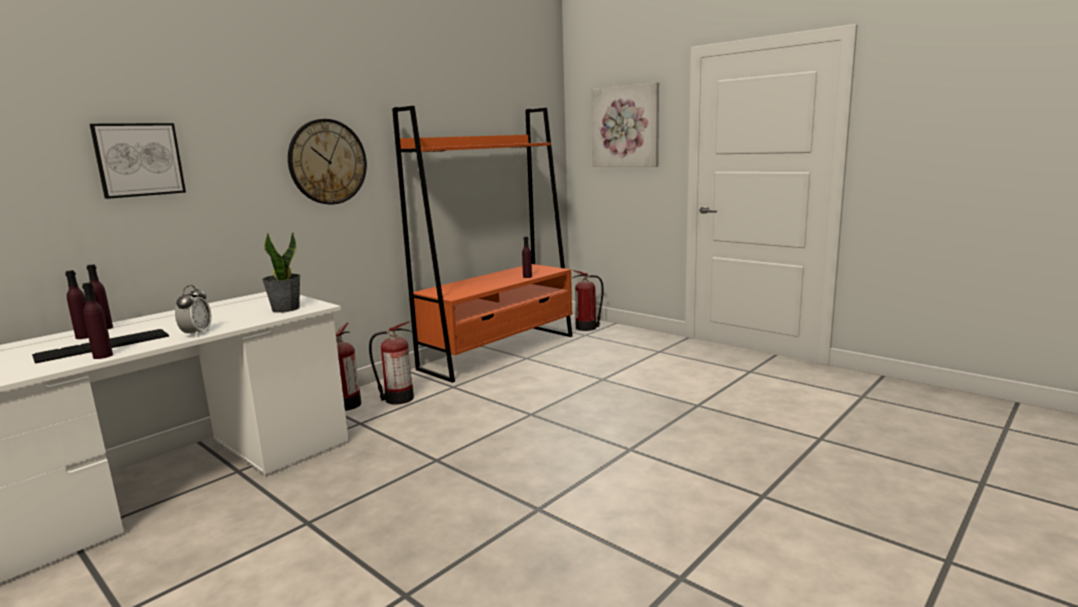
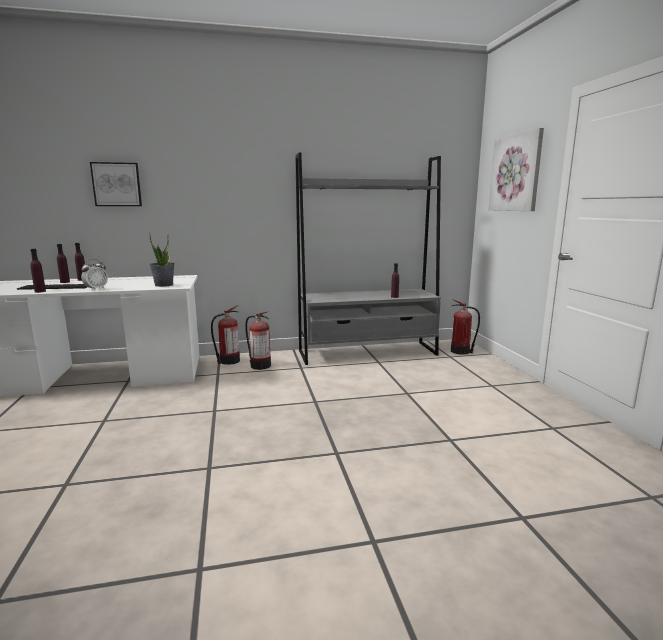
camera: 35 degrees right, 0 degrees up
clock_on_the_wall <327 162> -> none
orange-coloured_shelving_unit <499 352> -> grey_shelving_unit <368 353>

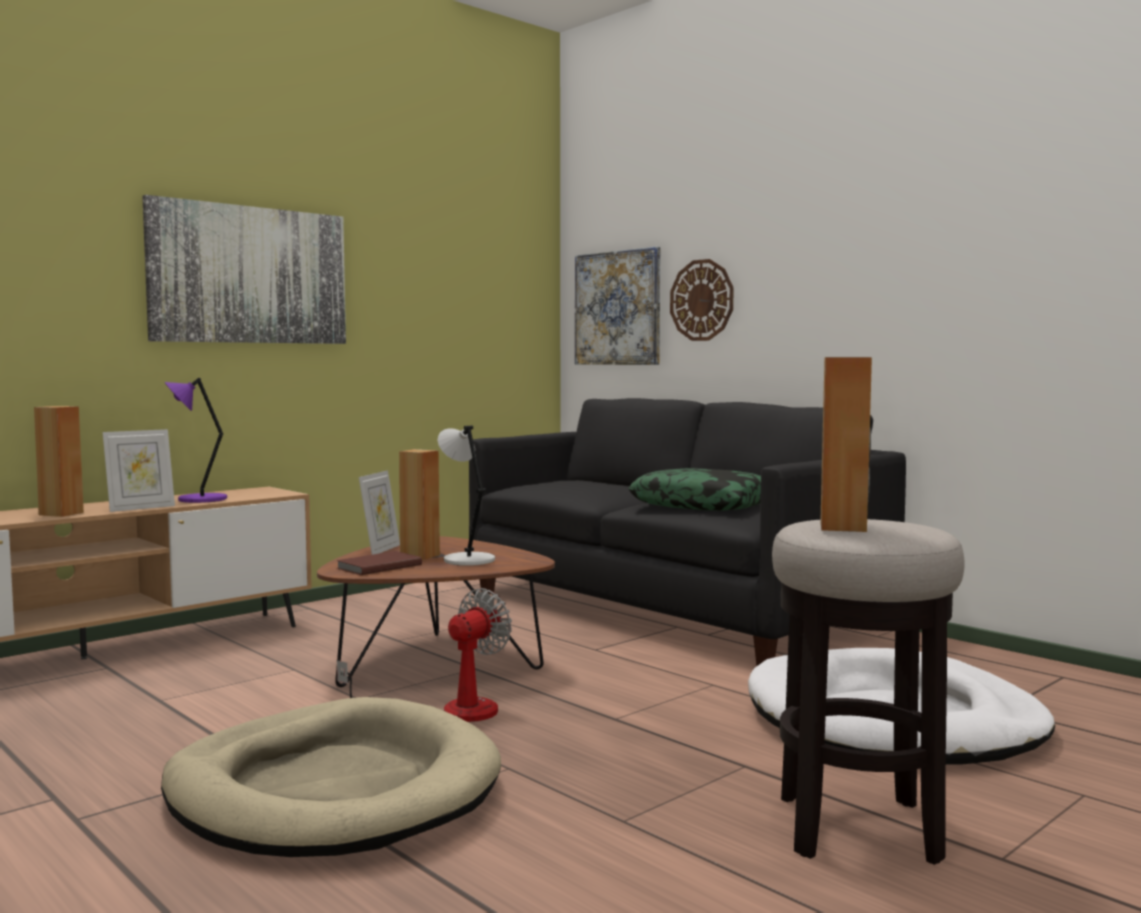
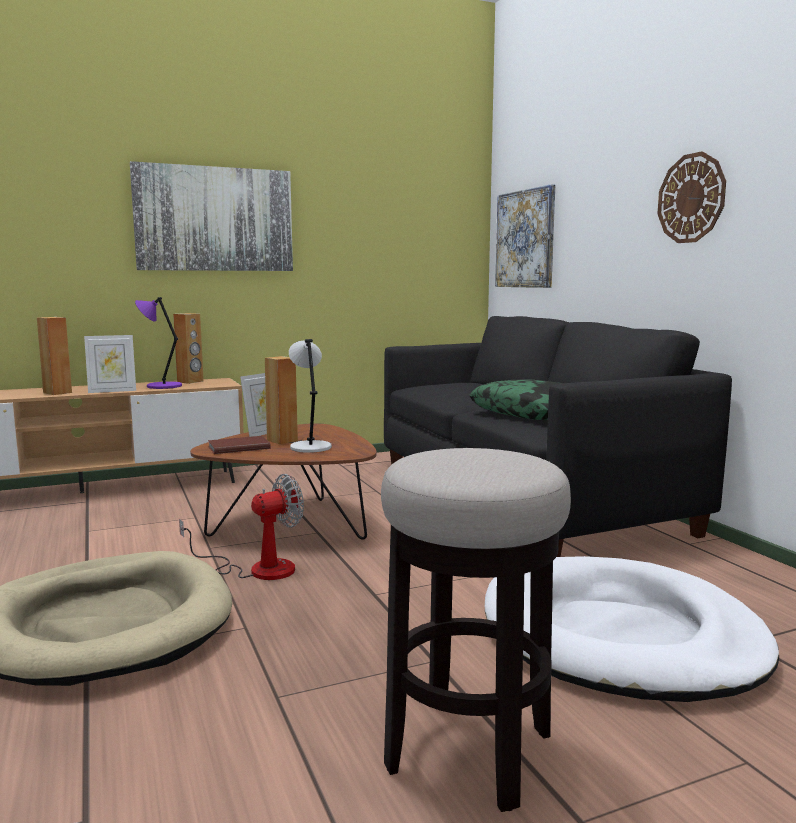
camera: 20 degrees right, 5 degrees up
clock_on_the_wall <702 300> -> clock_on_the_wall <691 198>, shifted
brown-coloured_speaker <844 527> -> brown-coloured_speaker <190 381>, shifted

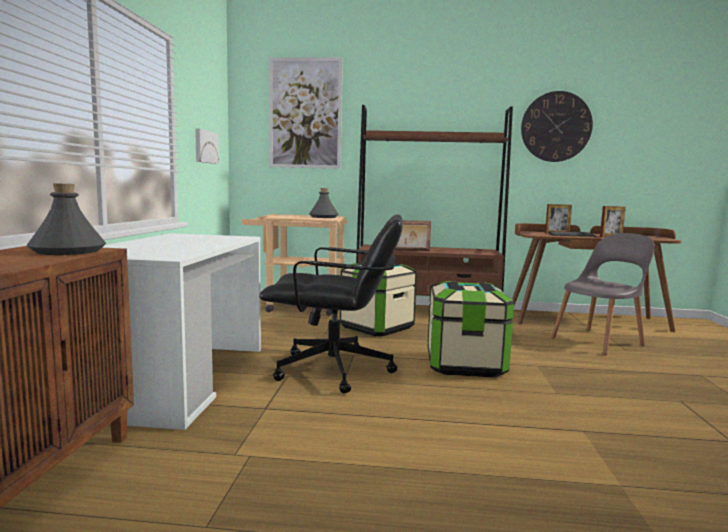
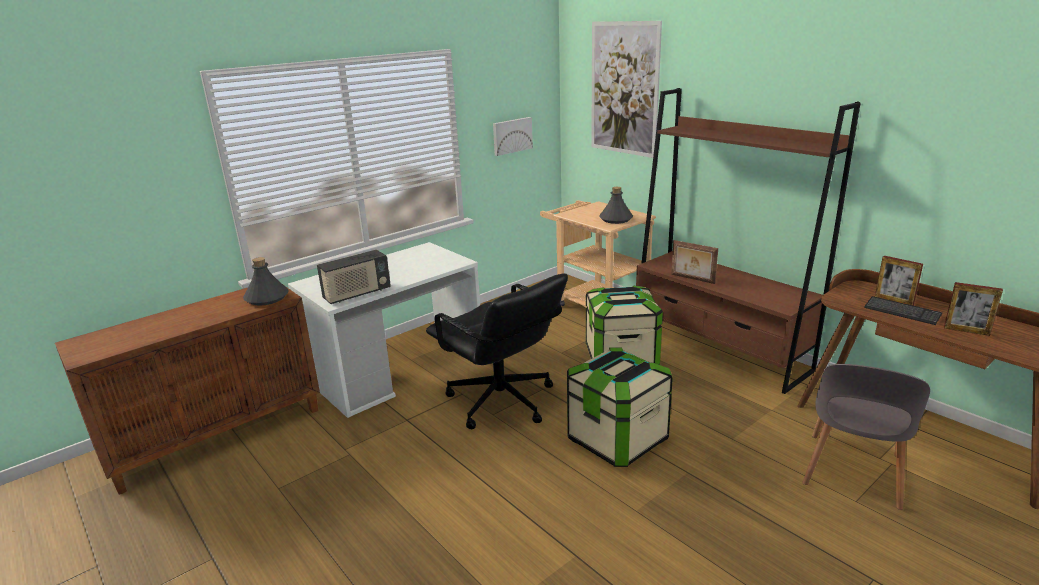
camera: 45 degrees right, 15 degrees up
clock_on_the_wall <556 126> -> none
none -> radio <357 294>
grey_chair <599 341> -> grey_chair <852 473>, 105 degrees clockwise

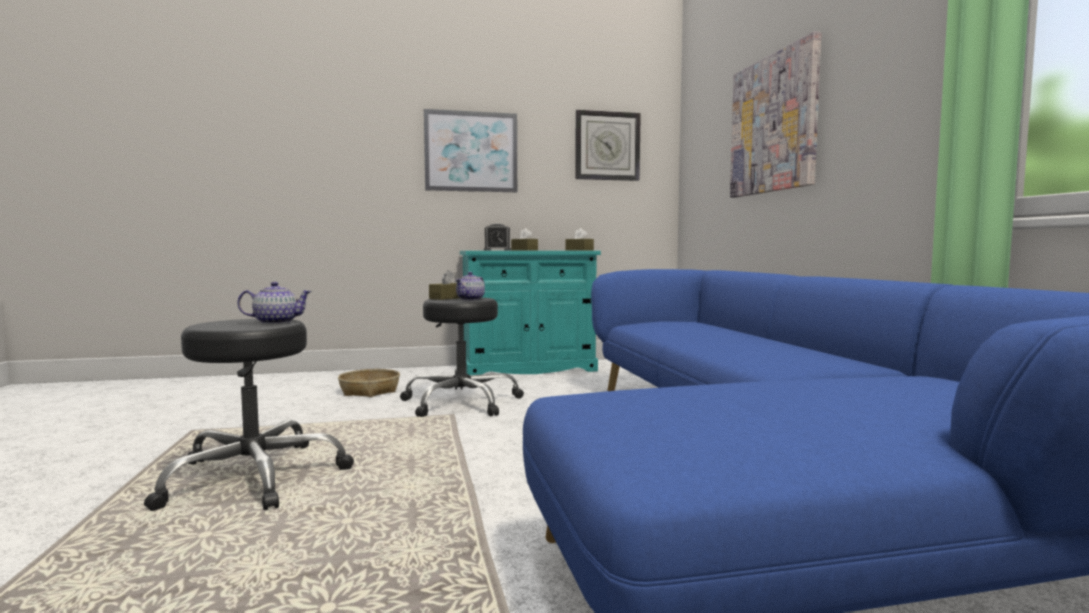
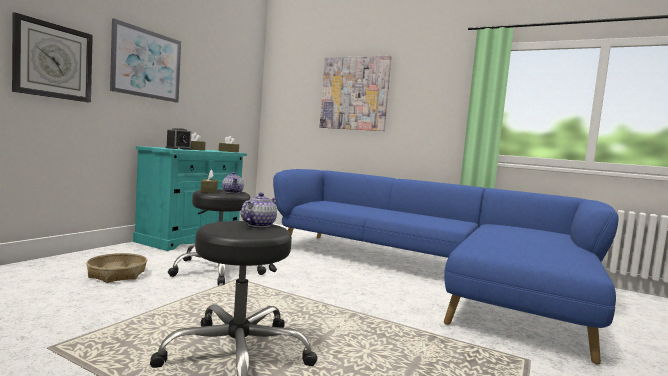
camera: 50 degrees left, 0 degrees up
clock_on_the_wall <607 146> -> clock_on_the_wall <53 61>, shifted

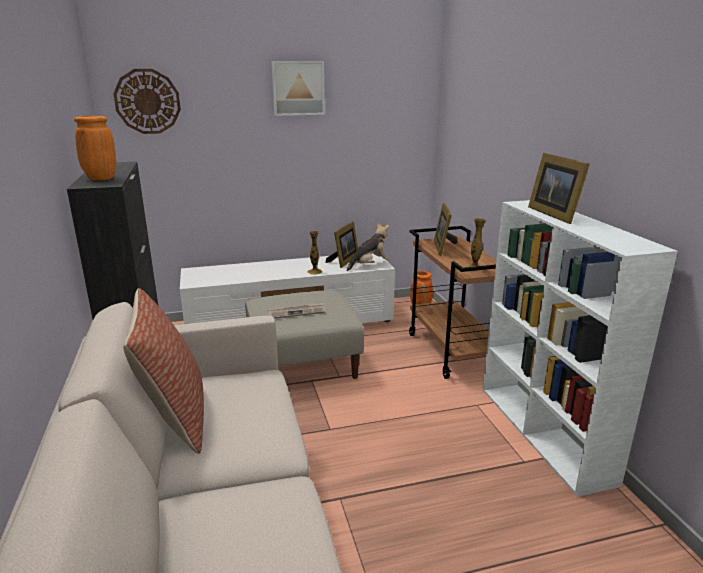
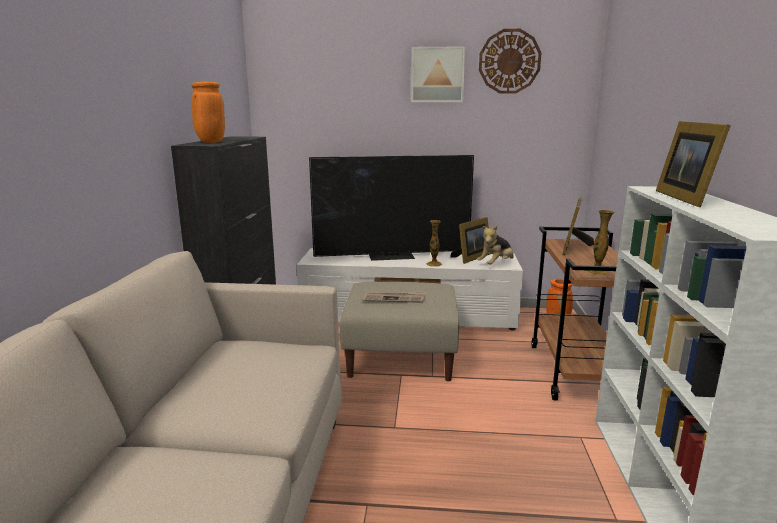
camera: 20 degrees right, 5 degrees down
throw_pillow <175 417> -> none
none -> TV_set <392 256>
clock_on_the_wall <147 101> -> clock_on_the_wall <509 61>, shifted
soft_toy <369 265> -> soft_toy <496 264>, 150 degrees clockwise

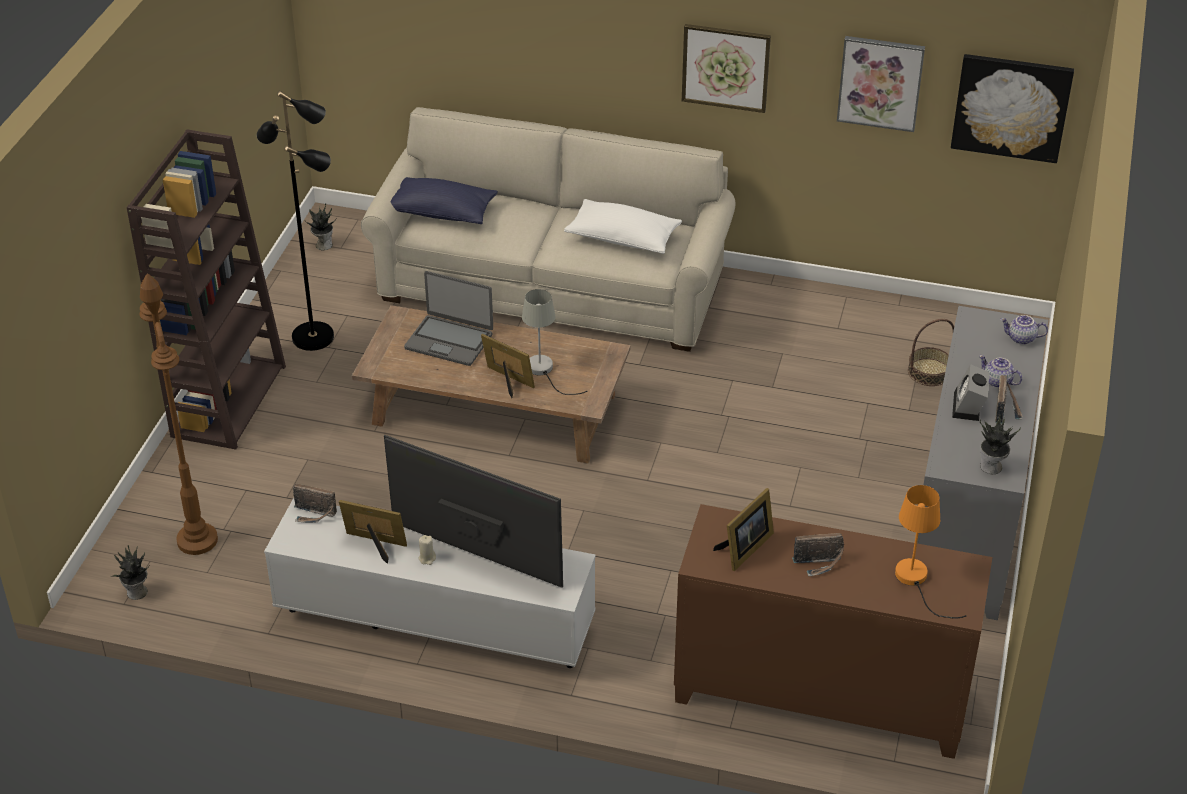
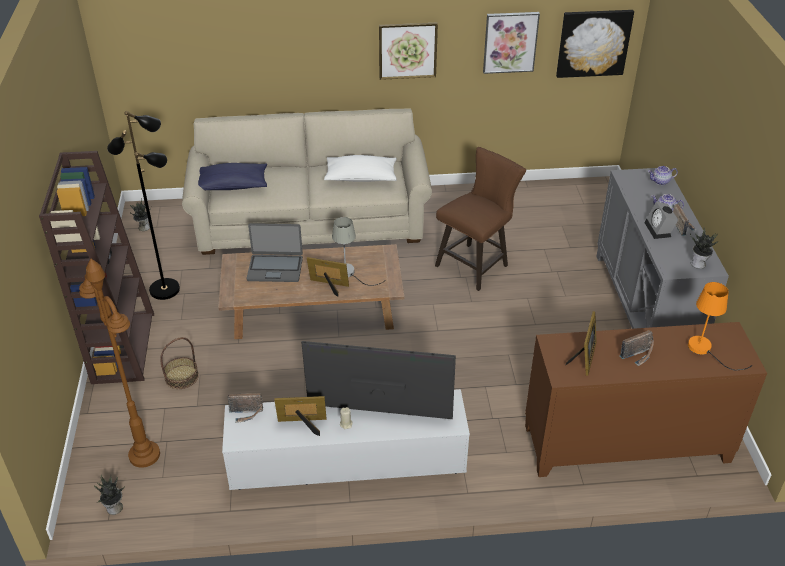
camera: 20 degrees left, 0 degrees up
none -> brown-coloured_sitting_stool <475 264>
household_basket <929 372> -> household_basket <181 377>, shifted

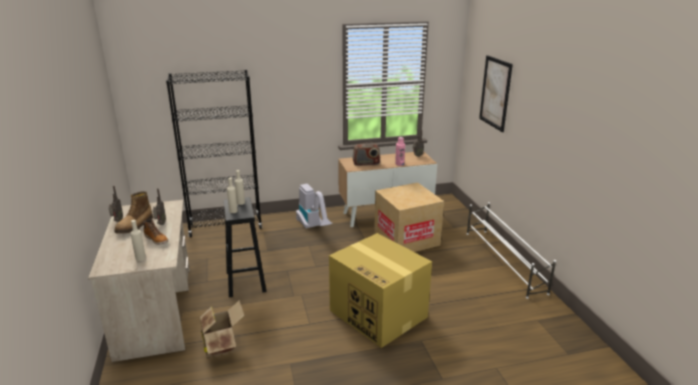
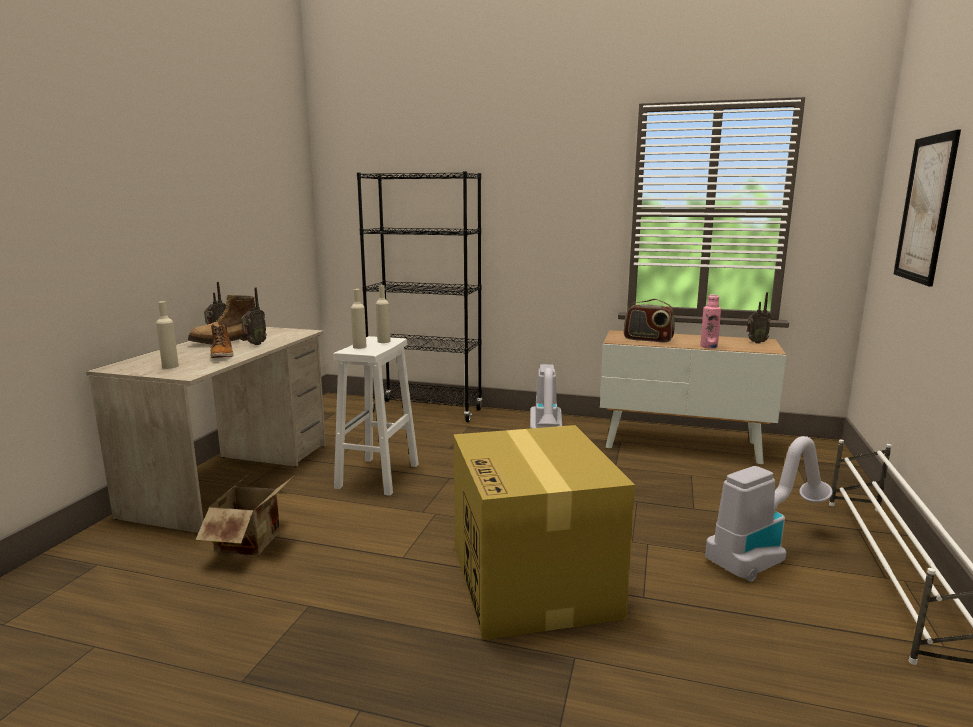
camera: 30 degrees right, 10 degrees down
packing_box <406 239> -> none
none -> vacuum_cleaner <762 553>
blackish_sitting_stool <246 282> -> white-coloured_sitting_stool <377 476>

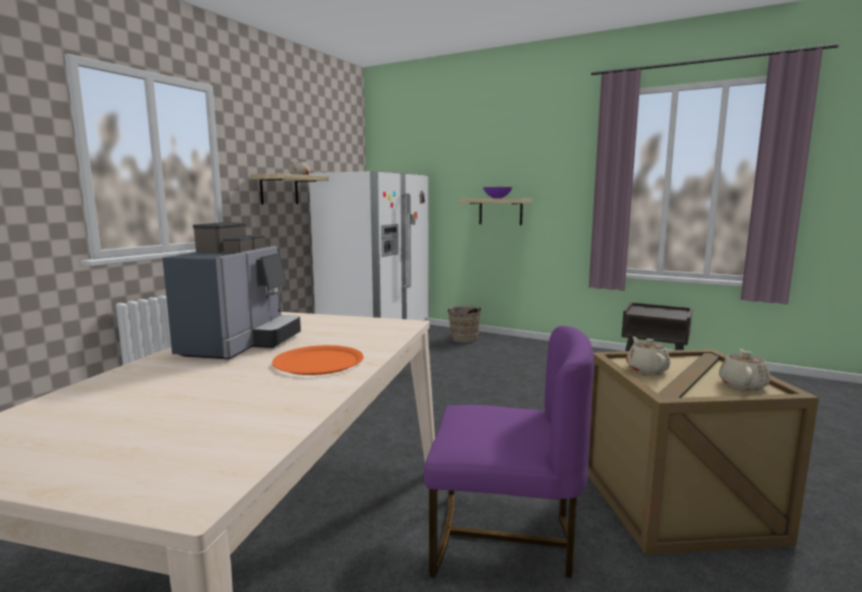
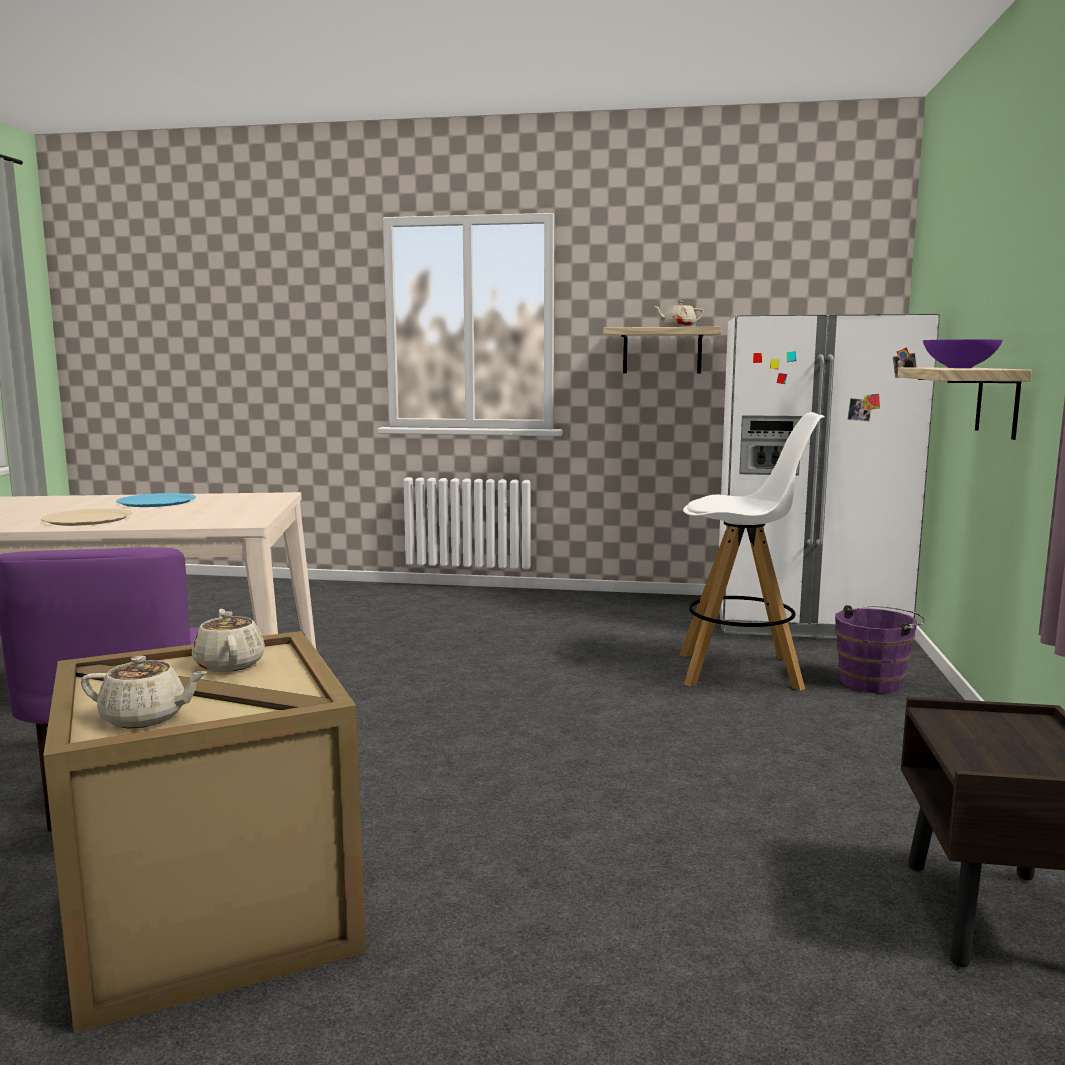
camera: 70 degrees right, 0 degrees up
none -> white-coloured_sitting_stool <741 671>
coffee_maker <241 343> -> blue_flat_dish <157 502>
orange-coloured_flat_dish <318 362> -> beige-coloured_flat_dish <88 519>
brown-coloured_water_bucket <464 338> -> purplish_water_bucket <875 682>
beige-coloured_tea_pot <646 369> -> beige-coloured_tea_pot <229 664>, 90 degrees counterclockwise

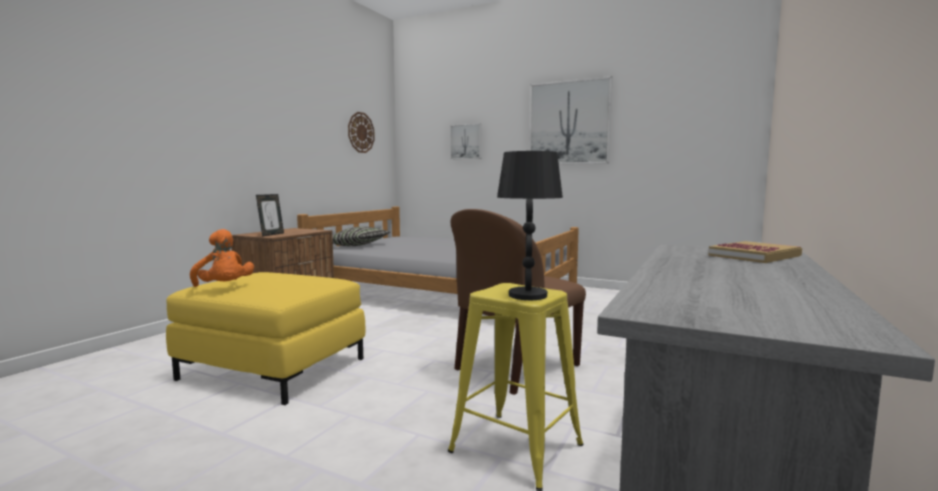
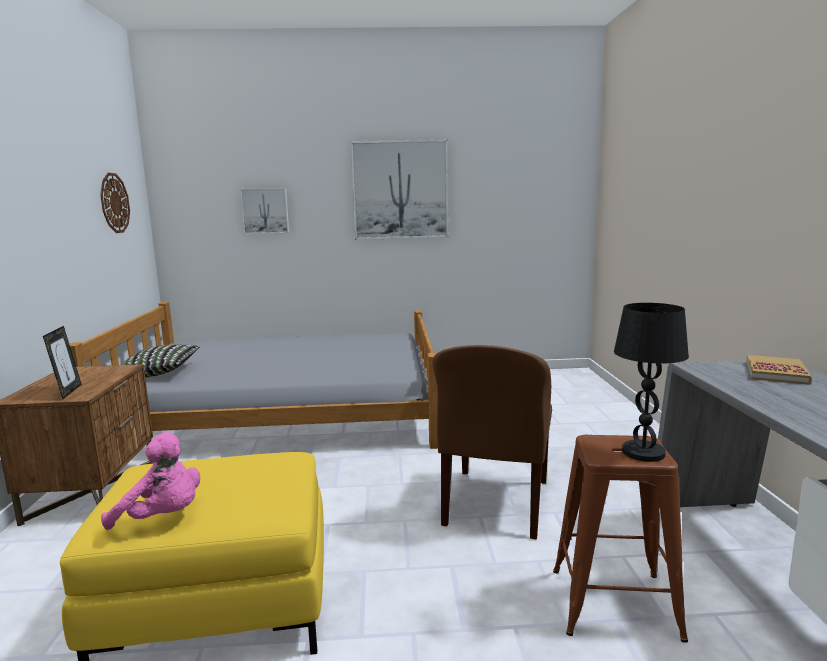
camera: 30 degrees left, 5 degrees up
orange-coloured_soft_toy <224 287> -> pinkish_soft_toy <163 518>
yellowish_sitting_stool <516 448> -> brown-coloured_sitting_stool <614 603>

